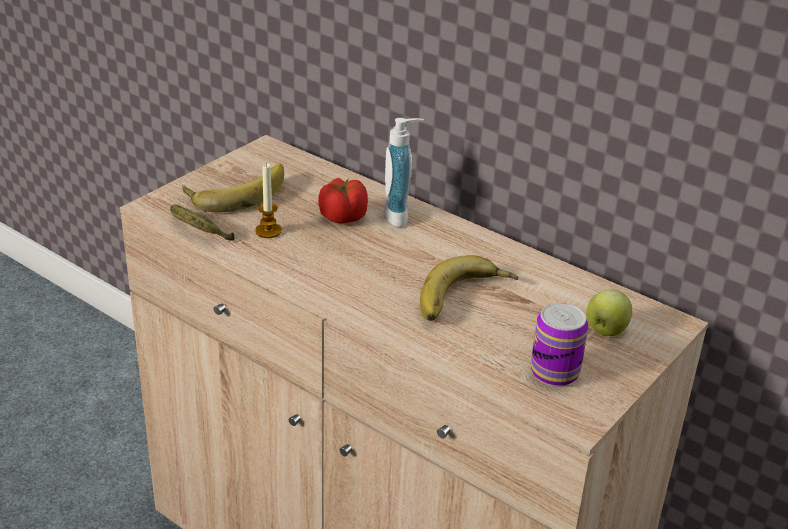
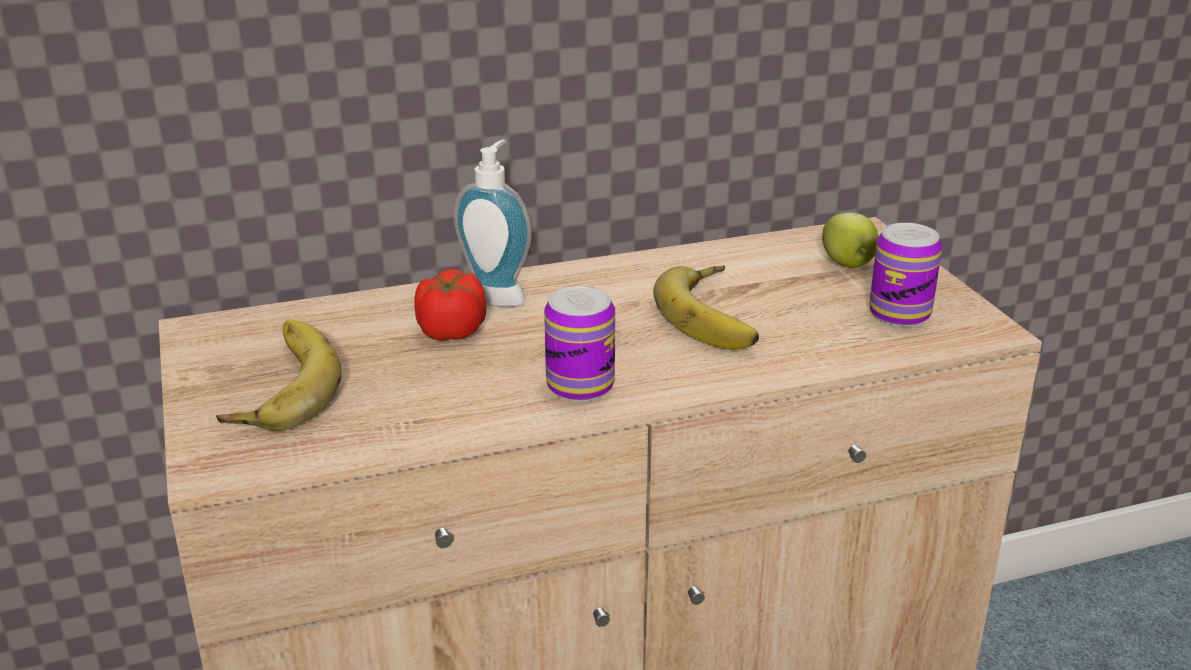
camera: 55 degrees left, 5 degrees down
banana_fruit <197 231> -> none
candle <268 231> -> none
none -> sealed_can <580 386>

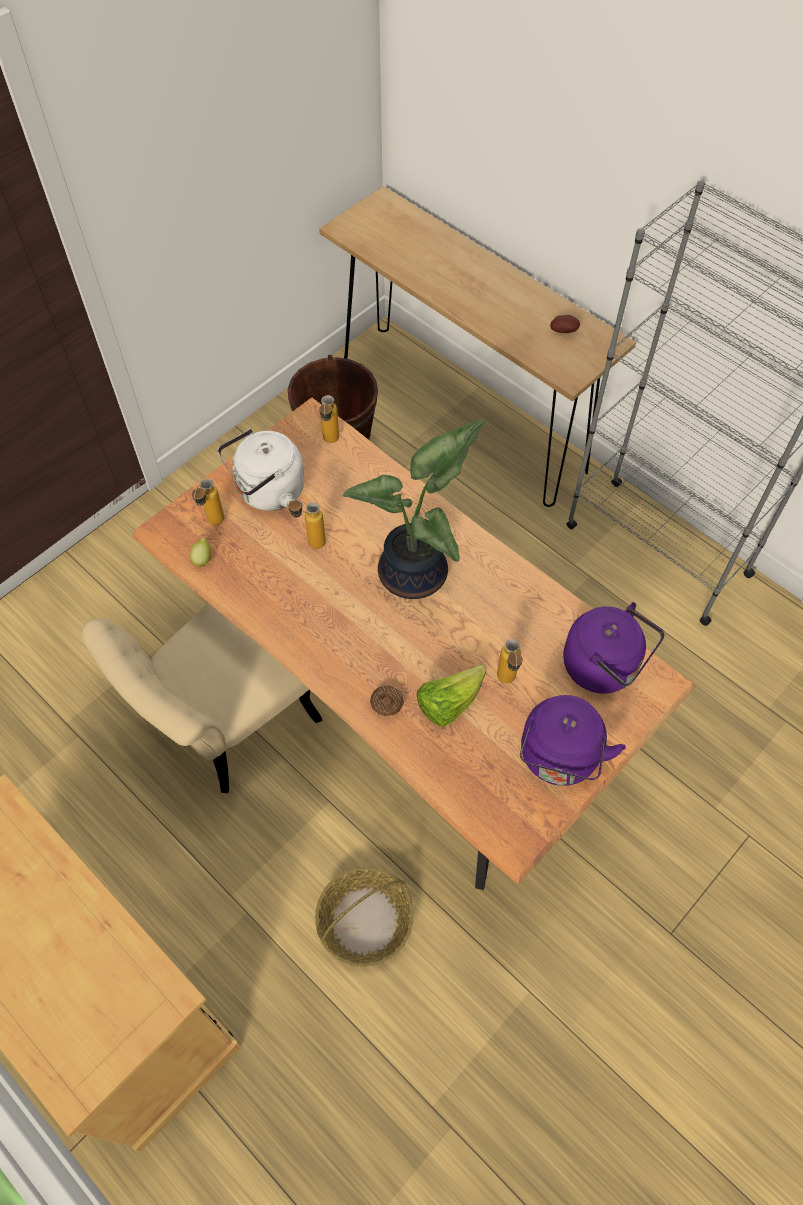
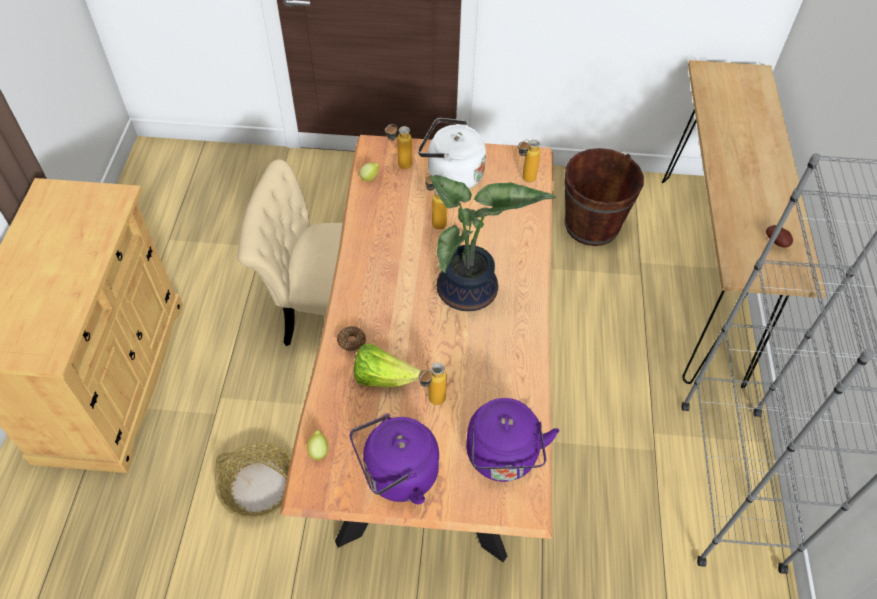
camera: 50 degrees right, 5 degrees down
none -> whole_lemon <318 450>

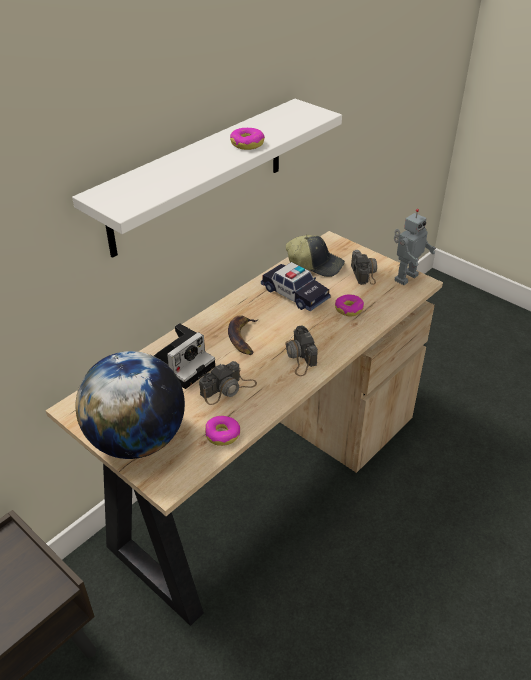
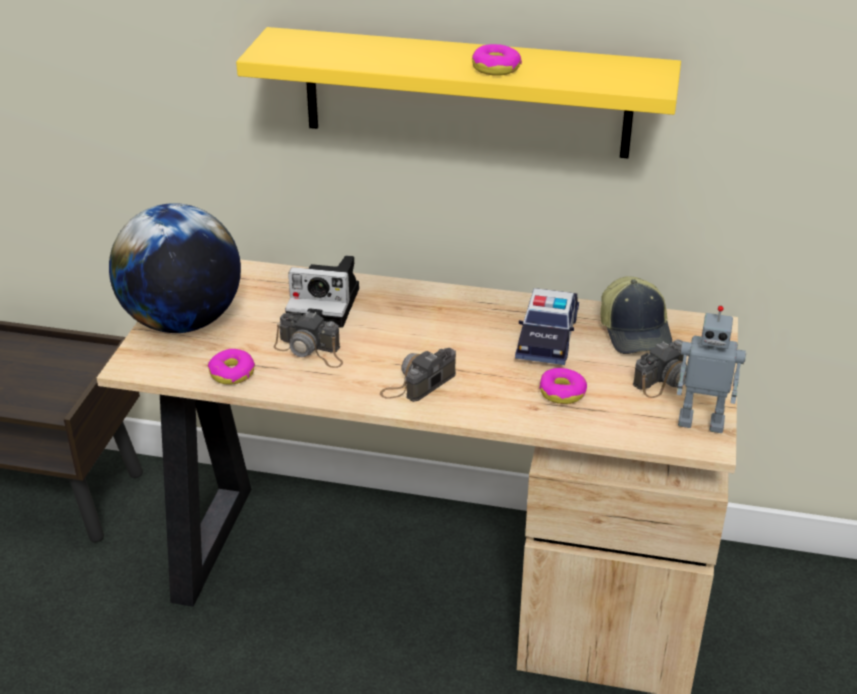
camera: 60 degrees right, 5 degrees down
banana_fruit <242 337> -> none
white-coloured_bracket_shelf <199 176> -> yellowish_bracket_shelf <466 93>

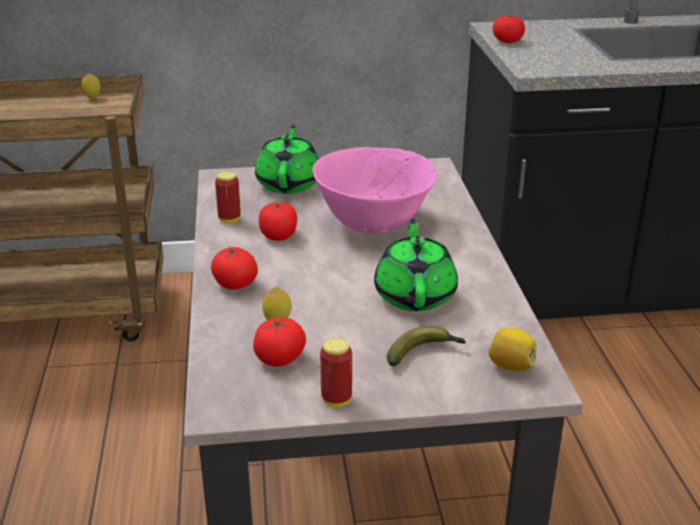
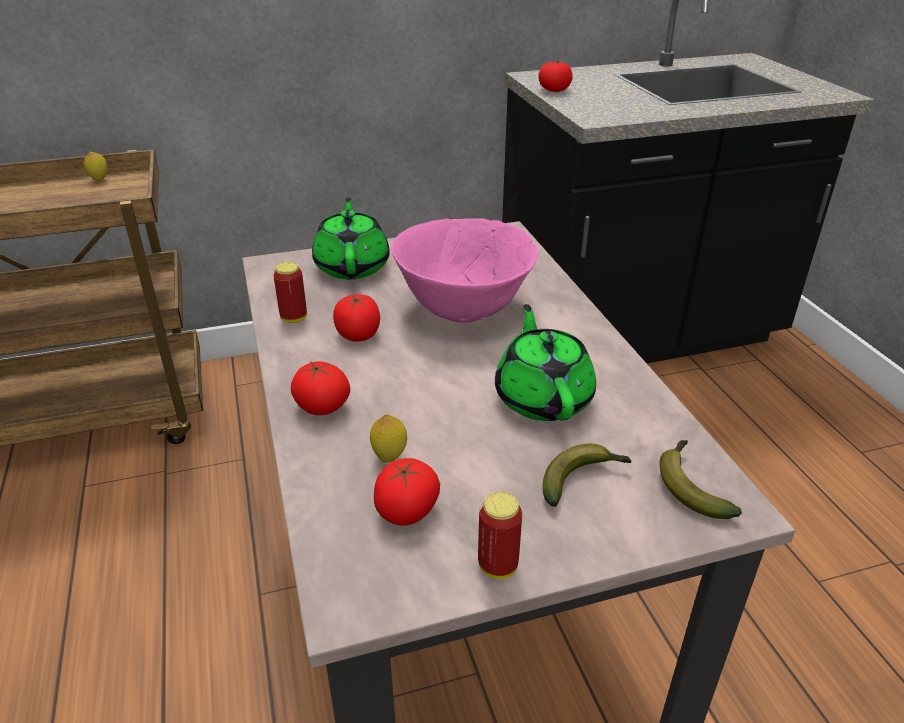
camera: 10 degrees left, 5 degrees up
whole_lemon <510 366> -> banana_fruit <690 485>

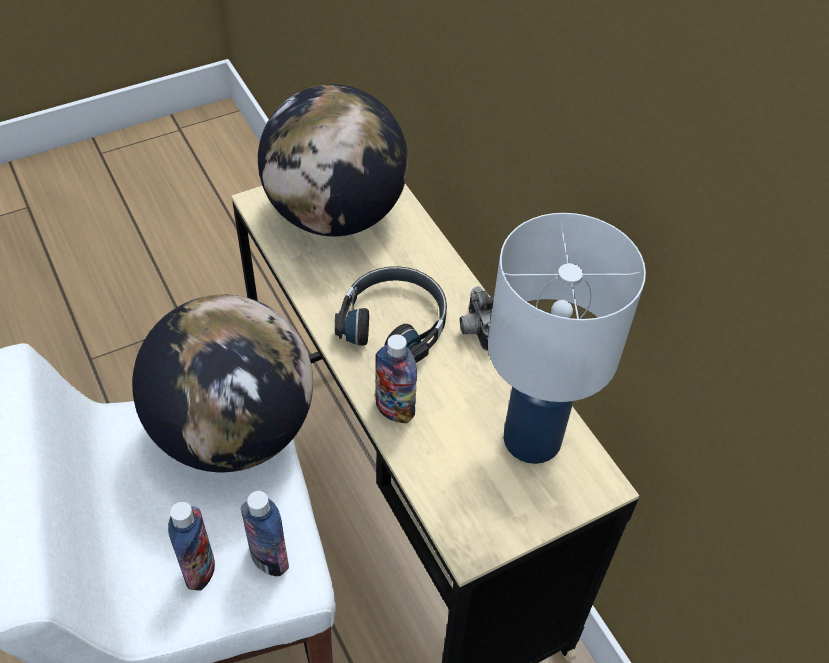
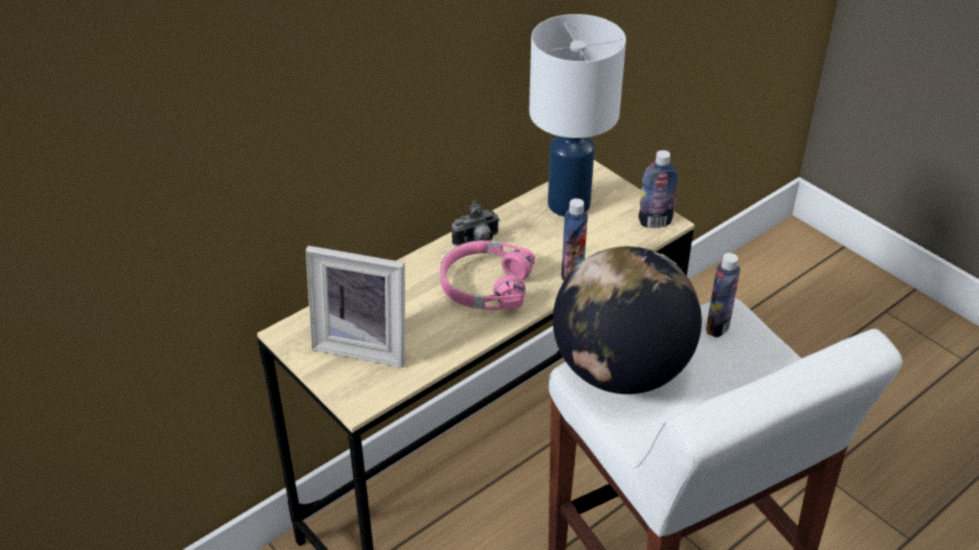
camera: 100 degrees left, 10 degrees down
bottle <199 569> -> bottle <655 222>, shifted
desk_globe <335 215> -> standing_frame <364 344>
blackish_pair_of_headphones <395 322> -> pinkish_pair_of_headphones <484 285>

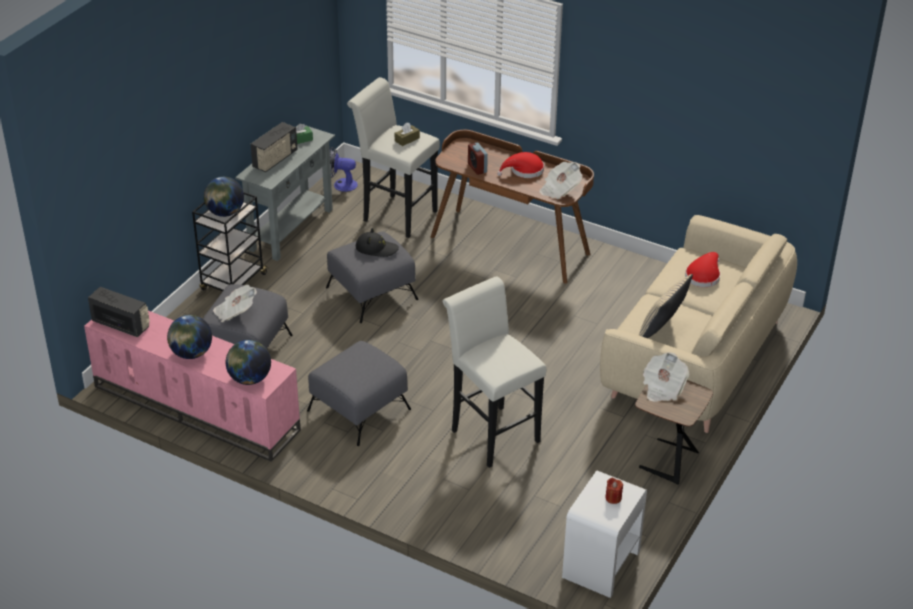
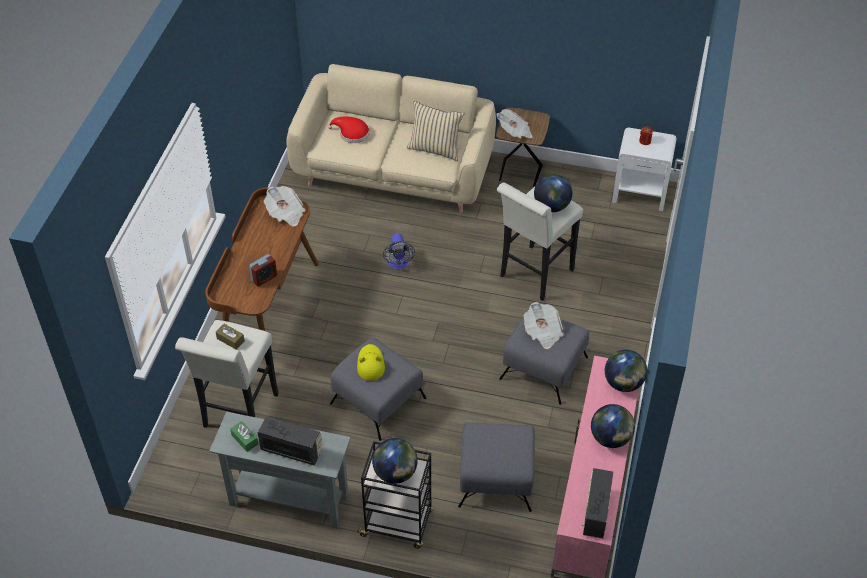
camera: 105 degrees left, 10 degrees up
red_clothing_hat <524 170> -> none
none -> desk_globe <552 206>
daily_paper <235 312> -> daily_paper <542 332>, shifted
fan <341 184> -> fan <398 264>, shifted
blackish_clothing_hat <376 248> -> yellowish_clothing_hat <370 364>

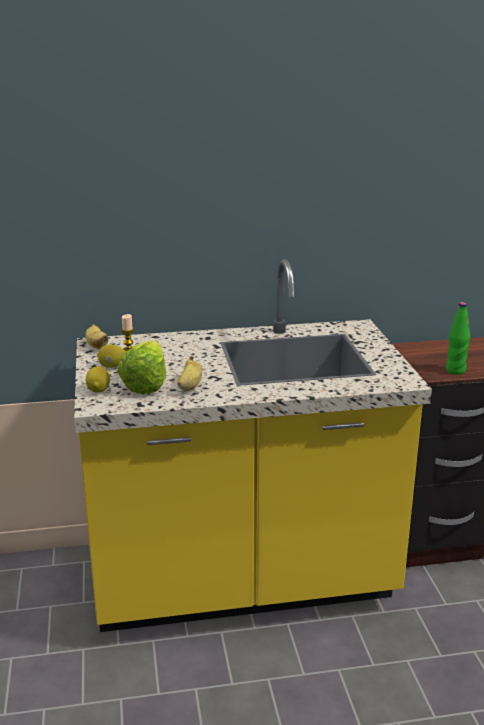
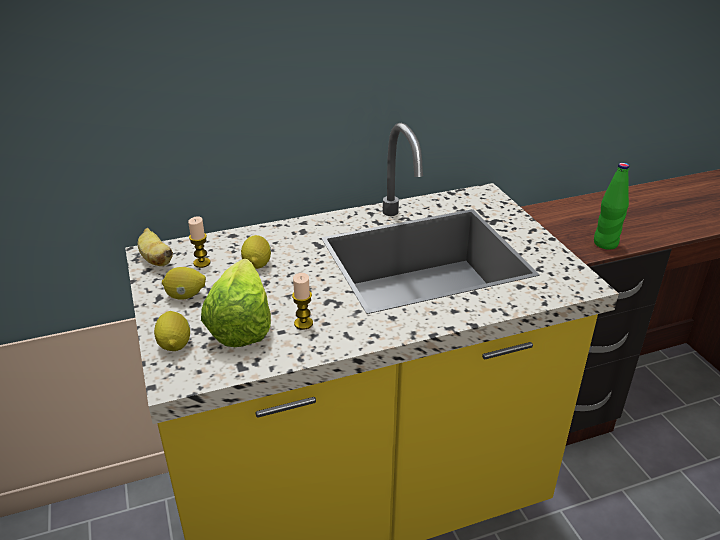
camera: 10 degrees left, 10 degrees up
none -> whole_lemon <257 264>
banana_fruit <189 386> -> candle <303 323>

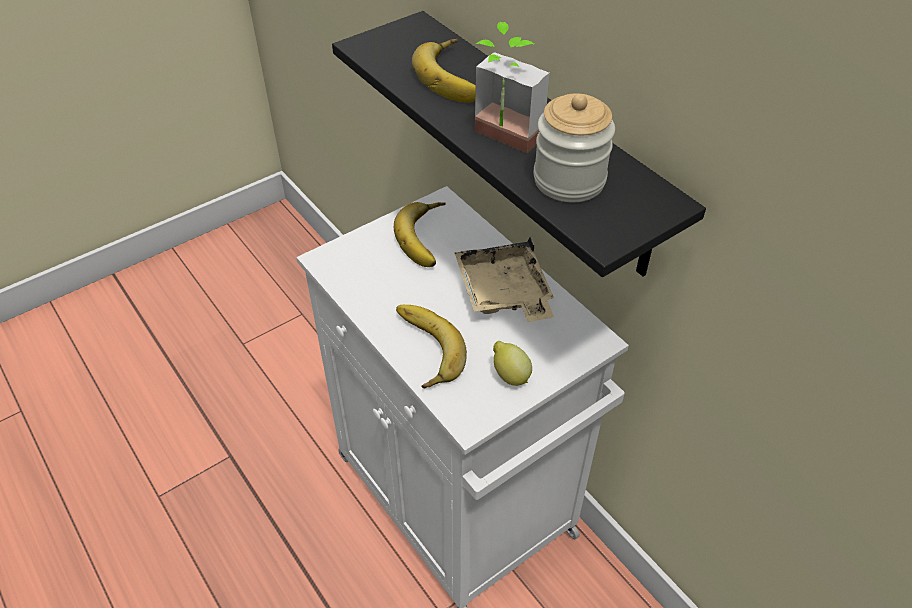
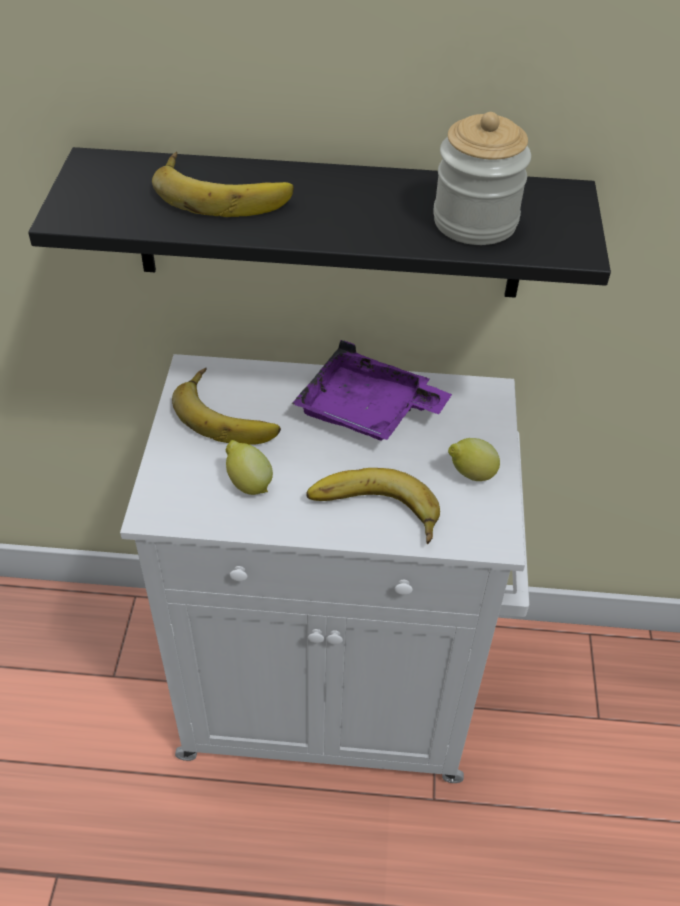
camera: 50 degrees left, 0 degrees up
plant_in_a_pot <501 141> -> none
none -> whole_lemon <248 483>
beige-coloured_tray <504 293> -> purplish_tray <367 411>

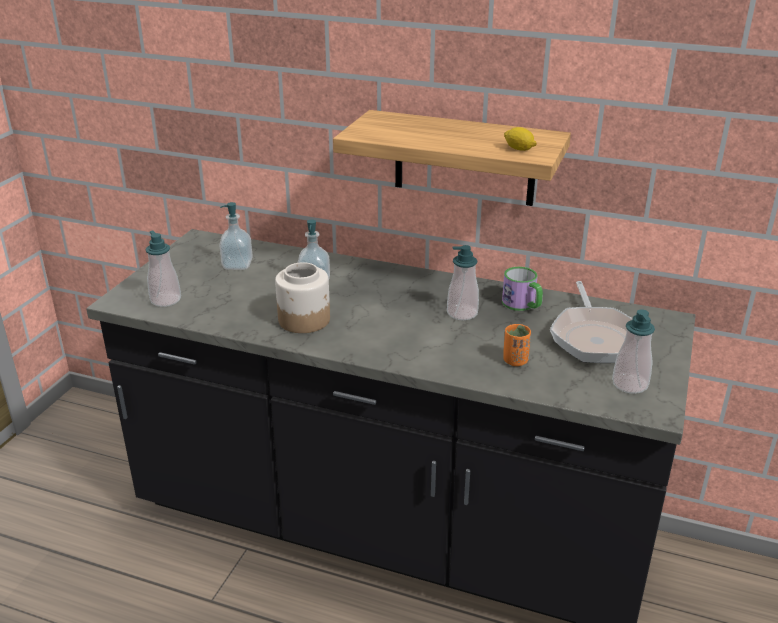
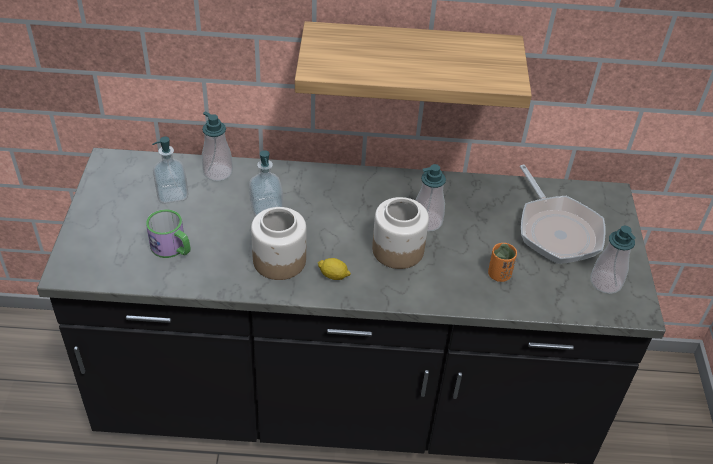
camera: 20 degrees left, 15 degrees up
none -> storage_jar <397 250>
soap_dispenser <165 300> -> soap_dispenser <218 172>, shifted
mug <522 305> -> mug <172 248>, shifted
whole_lemon <519 149> -> whole_lemon <333 275>, shifted

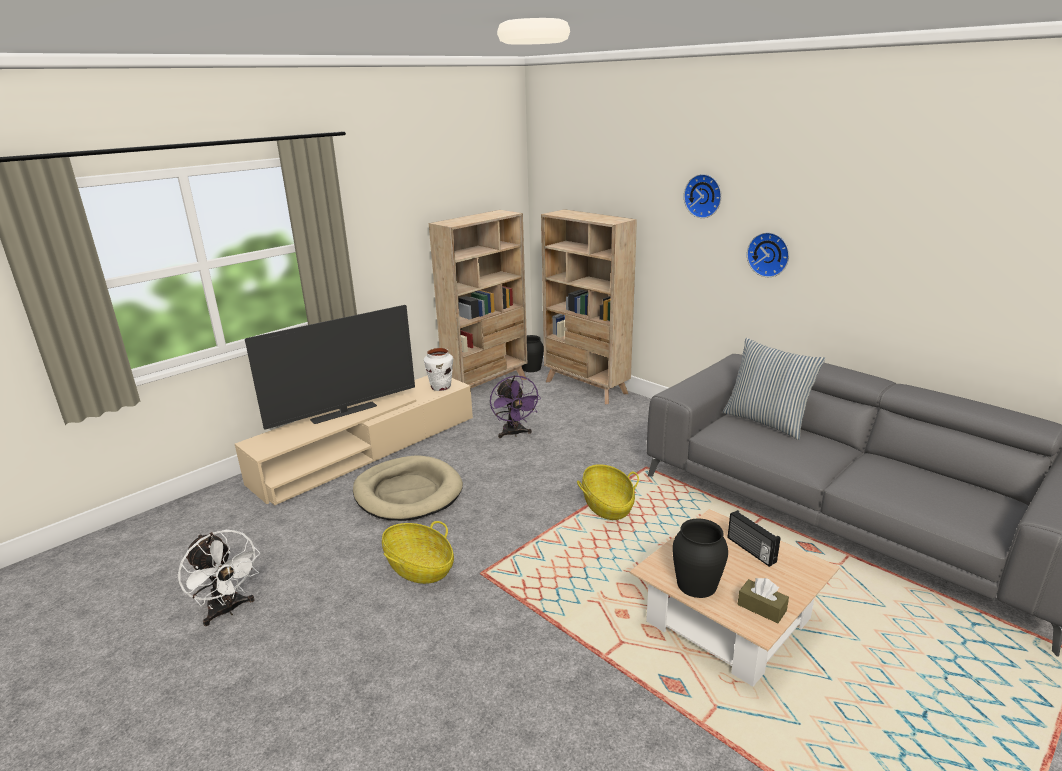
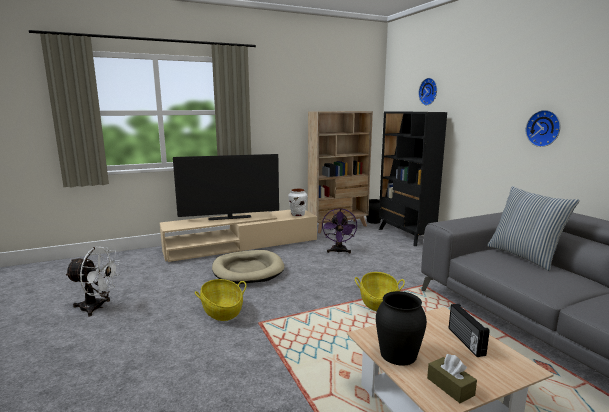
camera: 20 degrees right, 10 degrees down
clock_on_the_wall <704 195> -> clock_on_the_wall <429 91>, shifted
beige-coloured_shelving_unit <586 387> -> blackish_shelving_unit <405 235>
white-coloured_fan <228 610> -> white-coloured_fan <97 307>, 60 degrees counterclockwise

